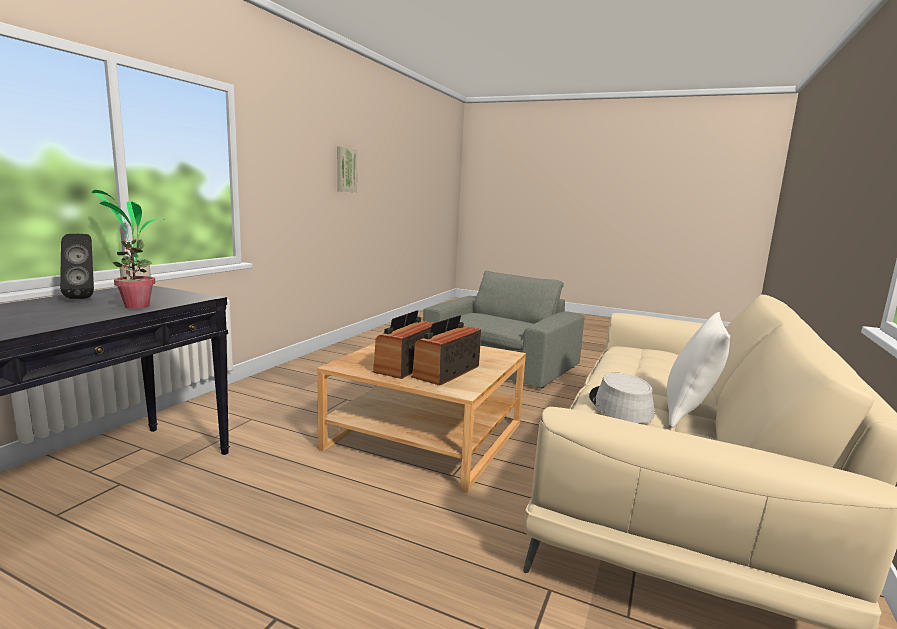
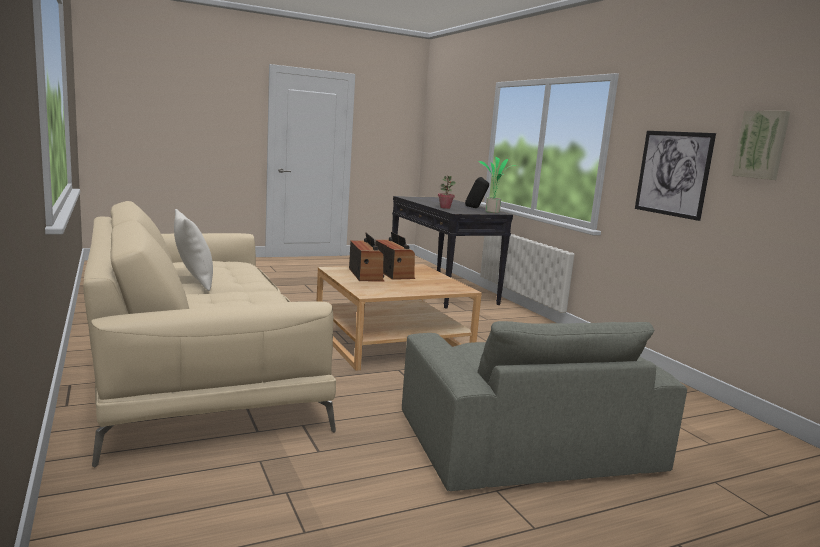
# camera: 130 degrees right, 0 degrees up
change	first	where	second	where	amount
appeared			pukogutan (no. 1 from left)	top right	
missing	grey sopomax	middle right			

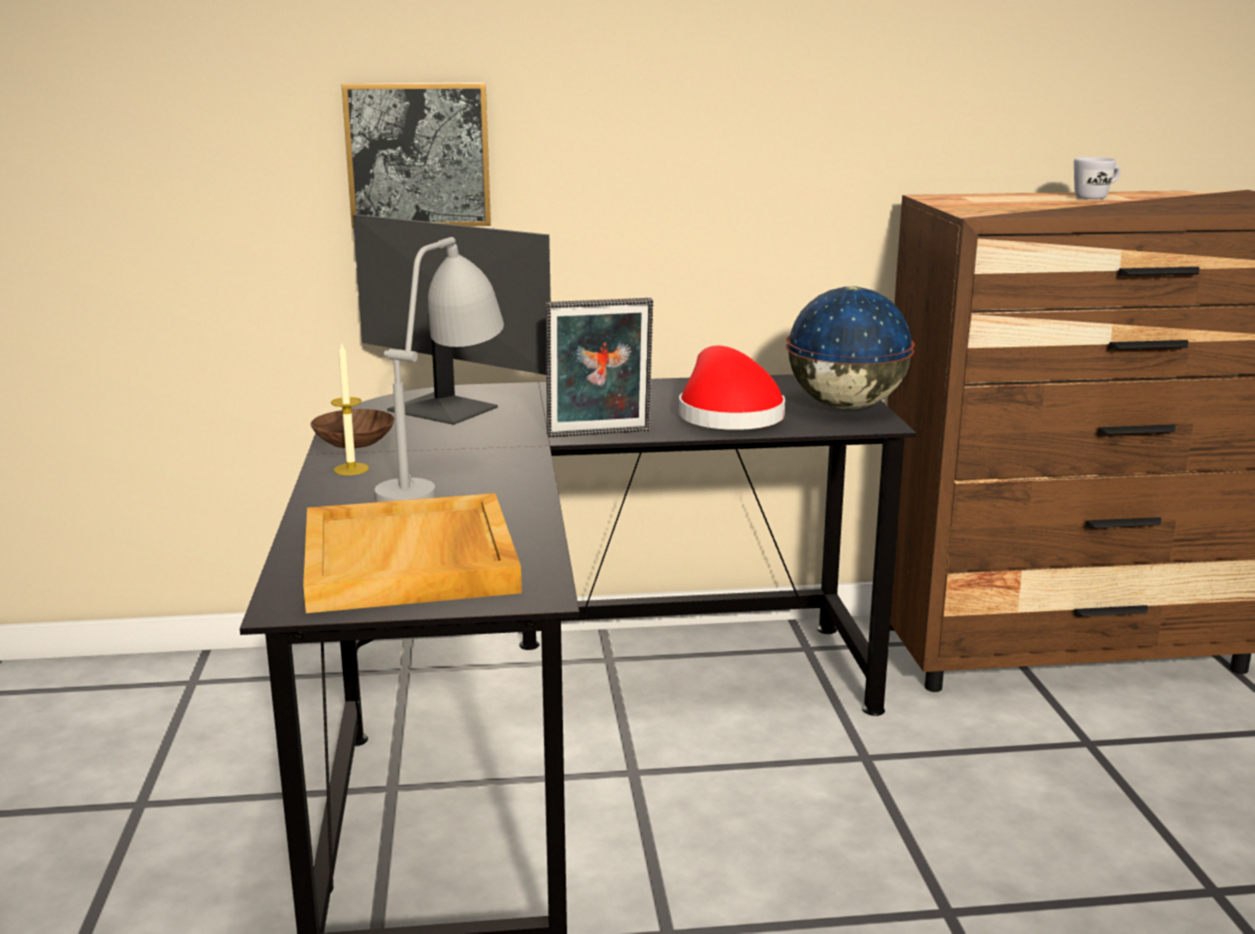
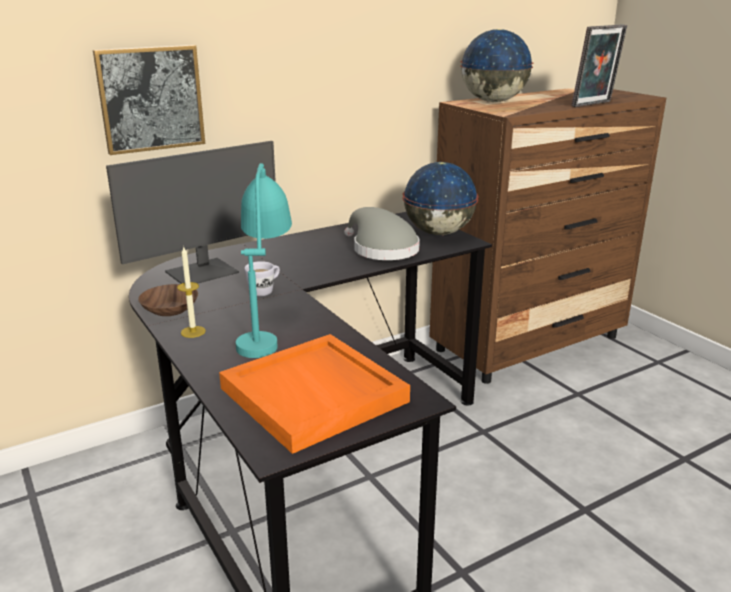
# camera: 25 degrees left, 5 degrees up
change	first	where	second	where	amount
spun	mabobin	centre		middle left	135 degrees clockwise
colour	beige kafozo	middle left	orange kafozo	centre	
colour	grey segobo	centre	turquoise segobo	centre	
relocated	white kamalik	top right		centre	
colour	red sopomax	centre	grey sopomax	centre	
appeared			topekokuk (no. 2 from left)	top right	
relocated	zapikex	centre		top right	

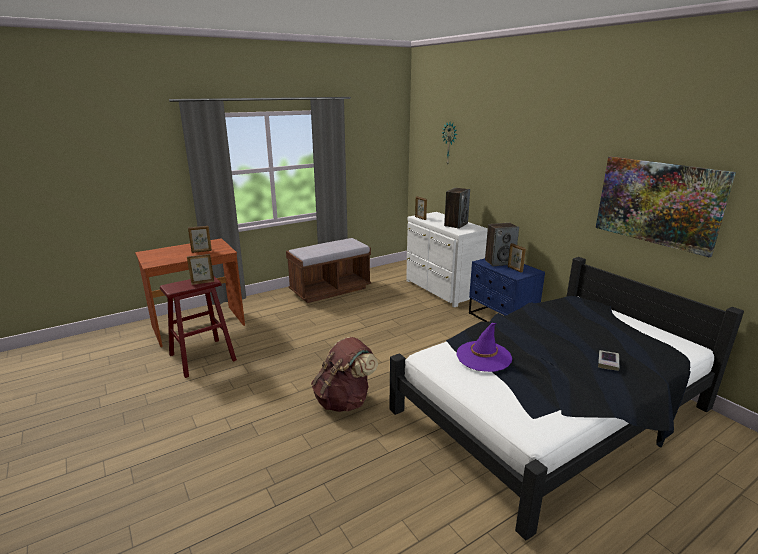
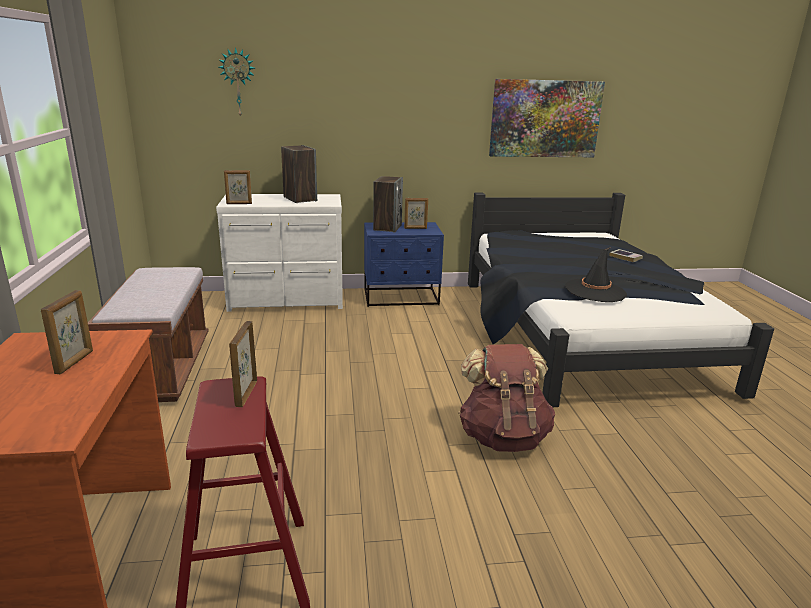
# camera: 65 degrees left, 0 degrees up
change	first	where	second	where	amount
colour	purple sopomax	centre	black sopomax	middle right	

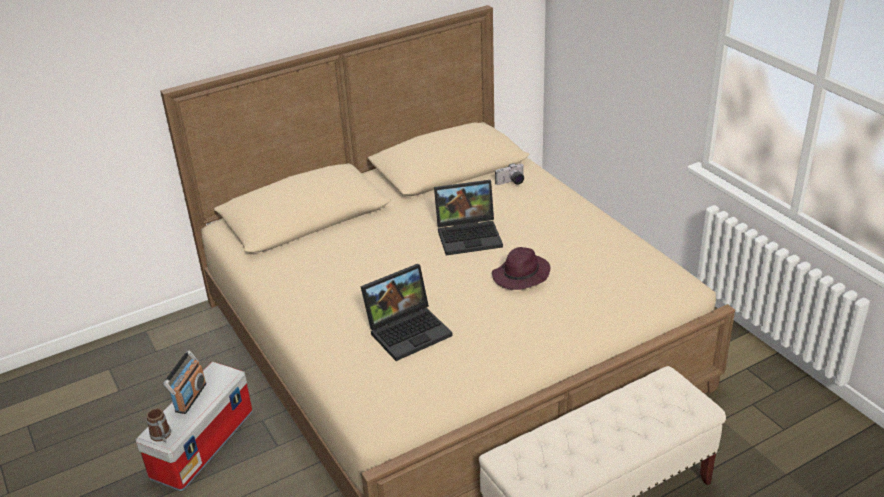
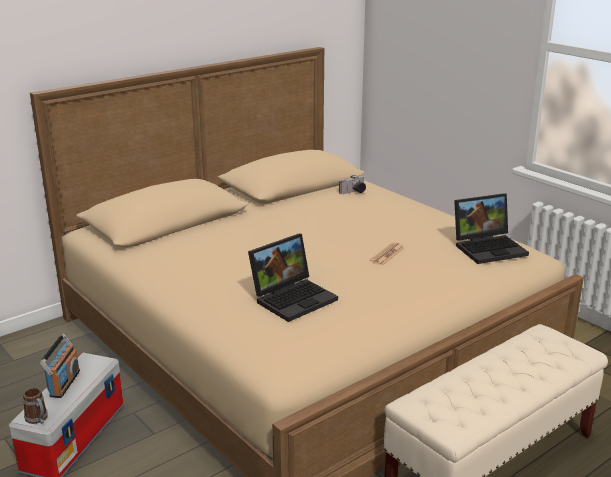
# camera: 10 degrees left, 10 degrees down
change	first	where	second	where	amount
exchanged	purple sopomax	centre	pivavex	centre	
relocated	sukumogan (no. 2 from left)	centre		middle right	

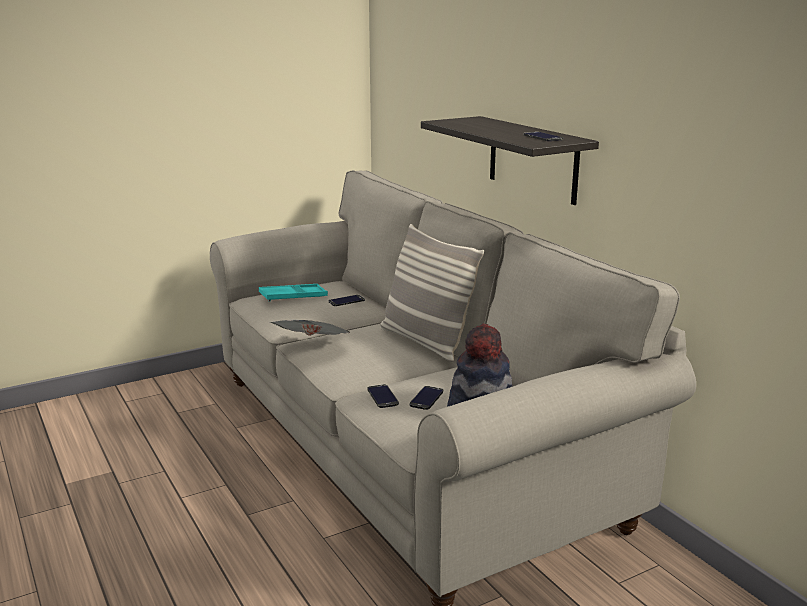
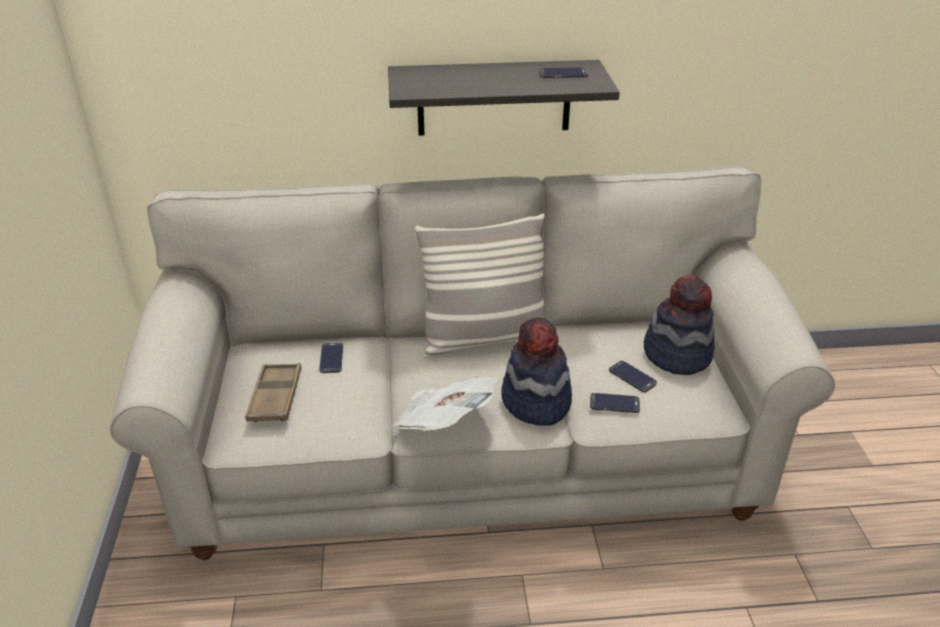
# camera: 65 degrees left, 15 degrees up
change	first	where	second	where	amount
colour	turquoise kafozo	centre	brown kafozo	middle left	
appeared			sopomax (no. 1 from left)	centre	

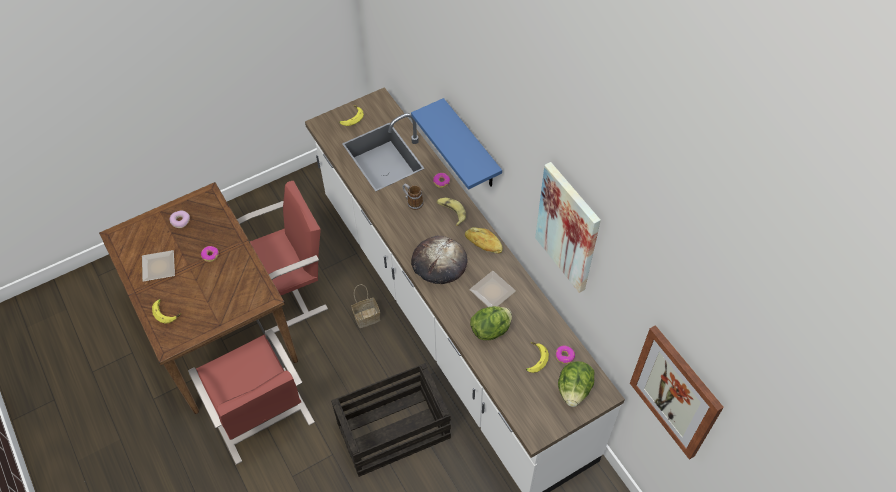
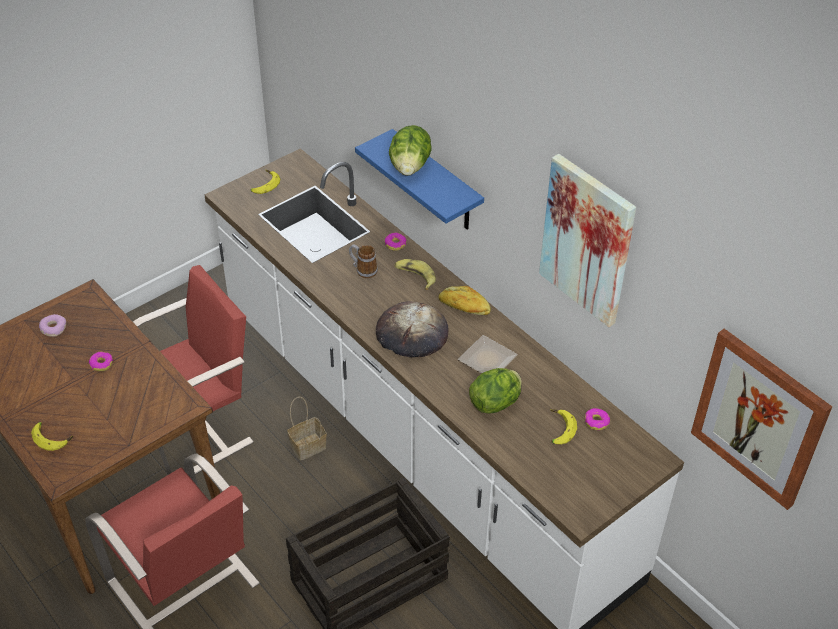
# camera: 10 degrees left, 10 degrees down
change	first	where	second	where	amount
relocated	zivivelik (no. 2 from left in the first image)	bottom centre	zivivelik (no. 1 from left)	top centre	
missing	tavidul (no. 1 from left)	middle left			

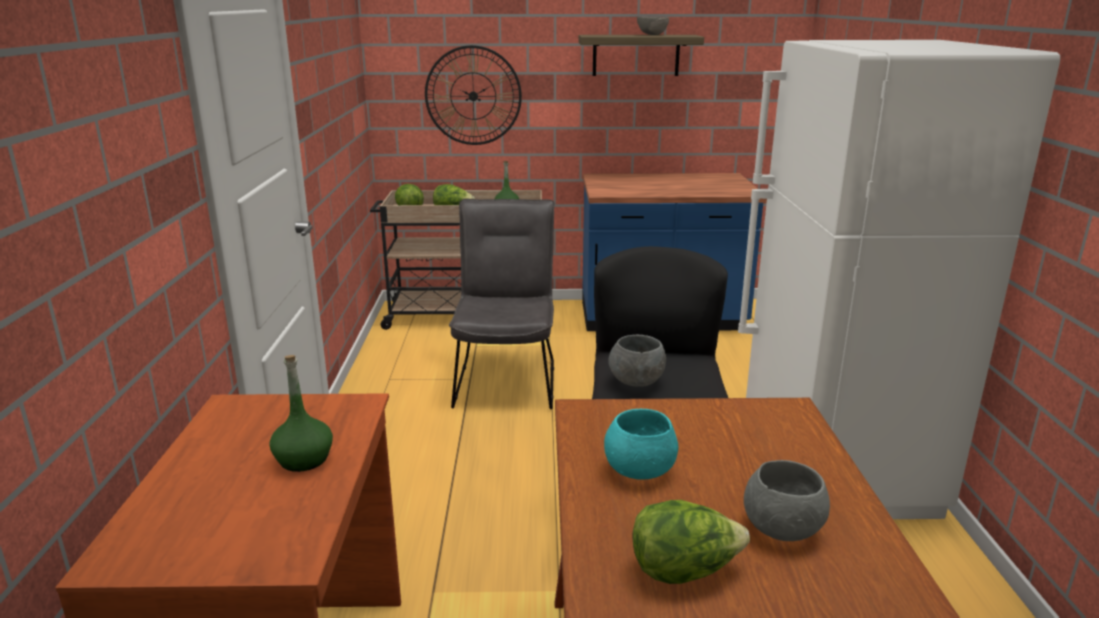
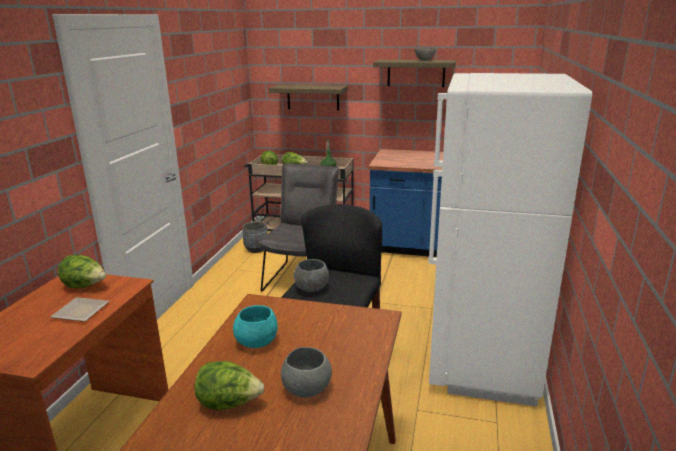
# camera: 15 degrees right, 0 degrees up
change	first	where	second	where	amount
exchanged	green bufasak (no. 1 from left)	bottom left	tavidul	bottom left	
appeared			zivivelik (no. 1 from left)	middle left	
appeared			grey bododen	centre	
exchanged	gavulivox	top centre	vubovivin (no. 1 from left)	top centre	

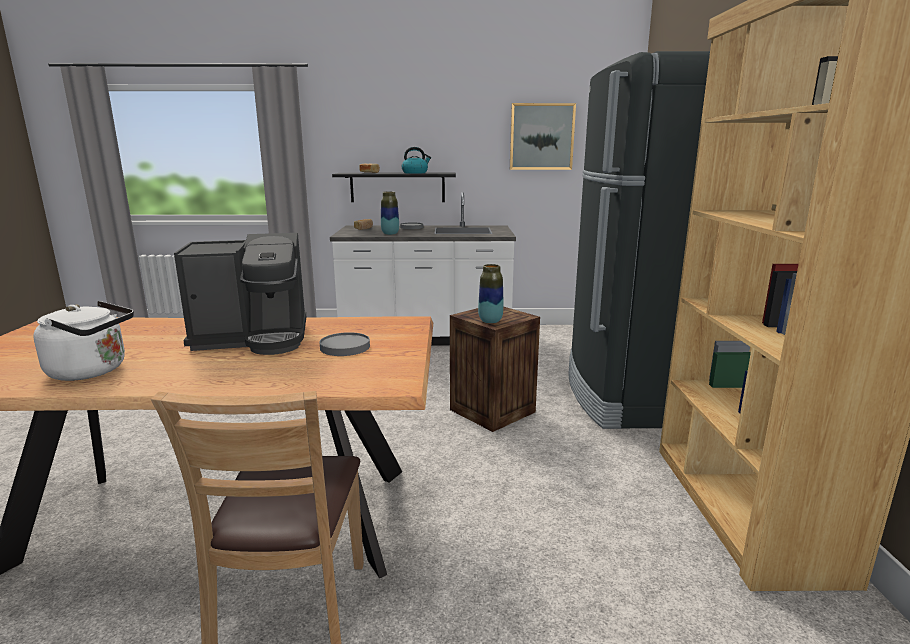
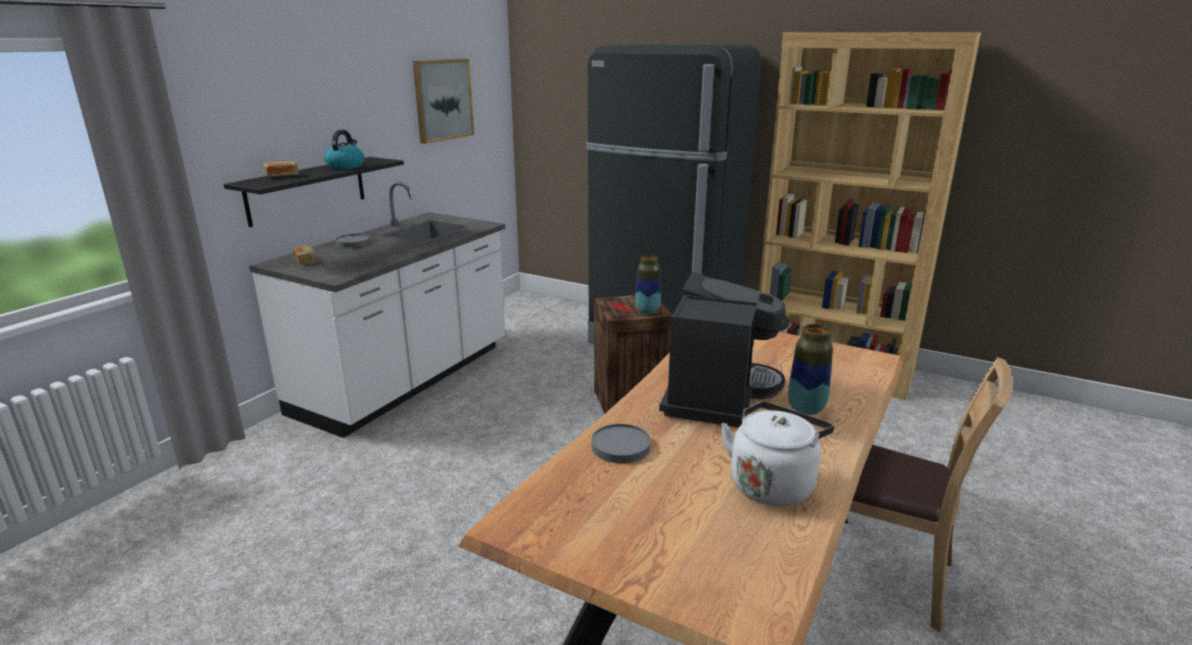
# camera: 60 degrees left, 5 degrees up
change	first	where	second	where	amount
relocated	grey tavidul (no. 1 from left in the first image)	centre	grey tavidul (no. 2 from left)	bottom centre	
relocated	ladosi (no. 1 from left in the first image)	top centre	ladosi (no. 2 from left)	middle right	

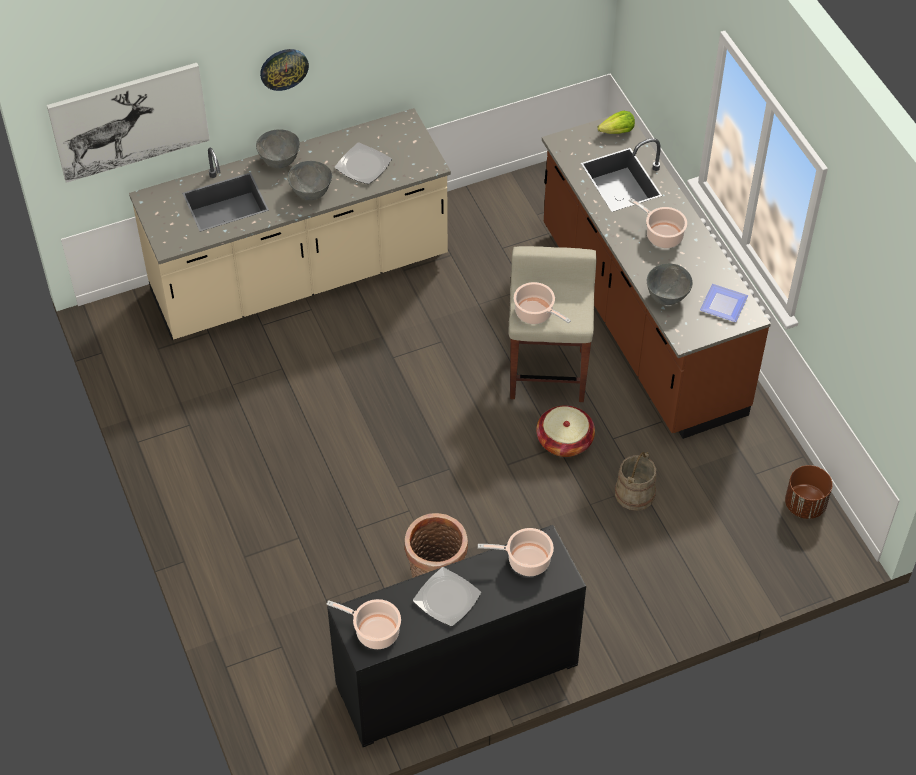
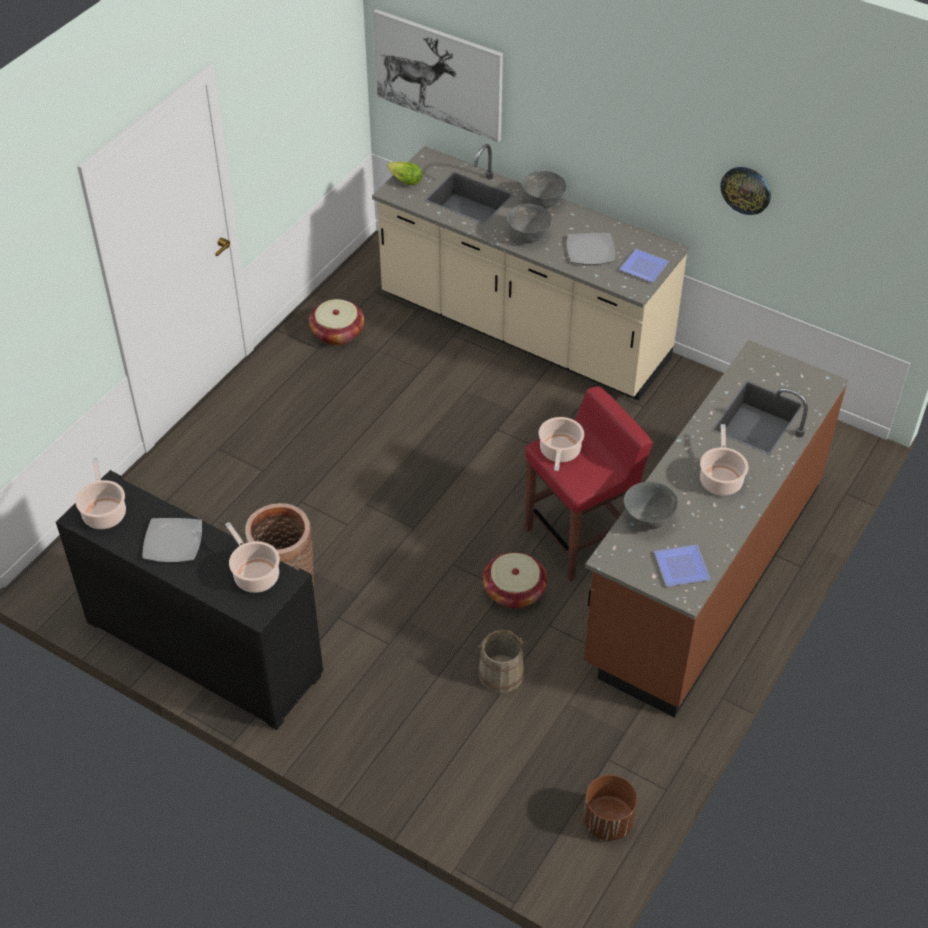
# camera: 55 degrees right, 5 degrees down
change	first	where	second	where	amount
appeared			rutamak (no. 2 from left)	centre	
relocated	zivivelik	top right		top centre	
colour	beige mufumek	centre	red mufumek	centre	
appeared			tavidul (no. 3 from left)	top right	
relocated	gavulivox	top left		top right	

